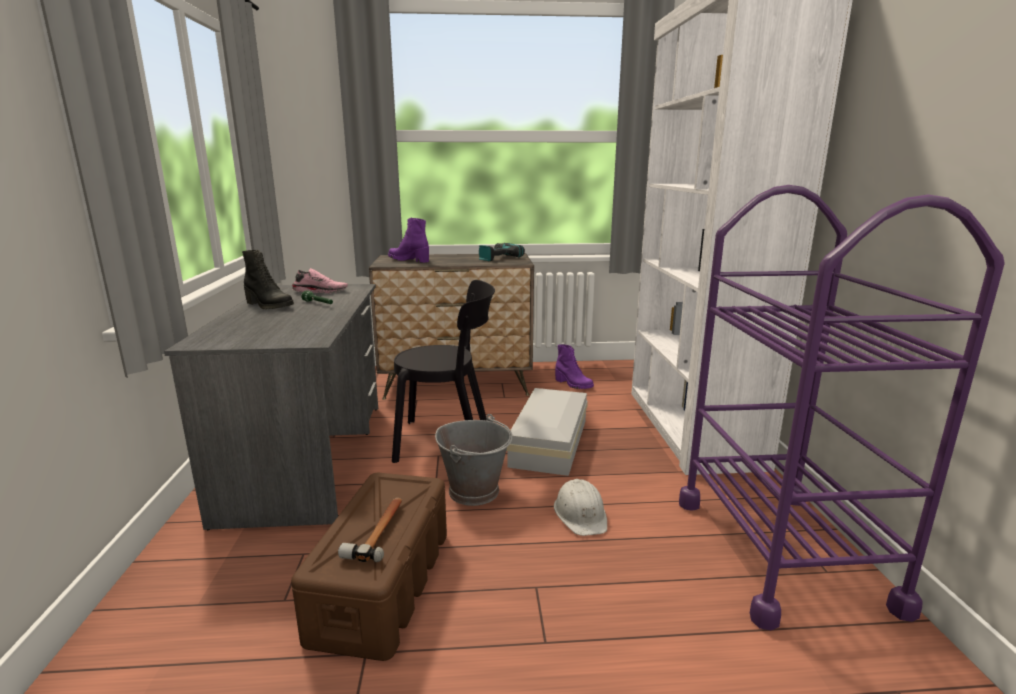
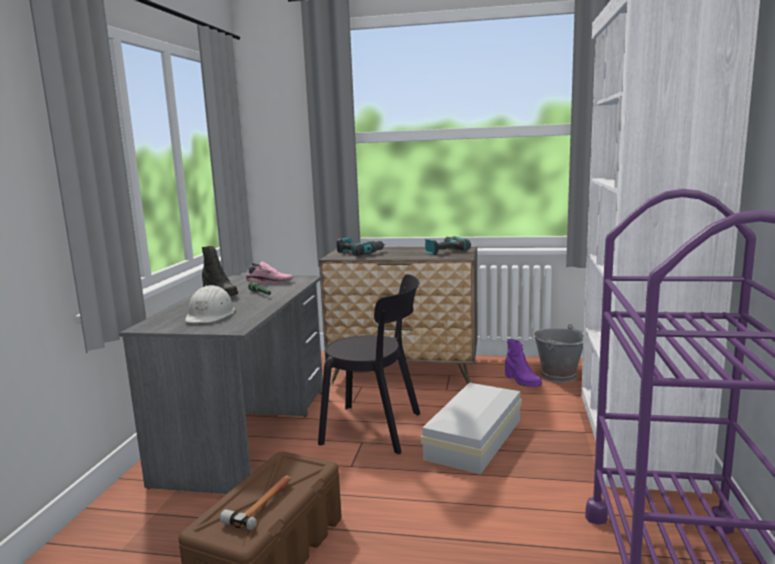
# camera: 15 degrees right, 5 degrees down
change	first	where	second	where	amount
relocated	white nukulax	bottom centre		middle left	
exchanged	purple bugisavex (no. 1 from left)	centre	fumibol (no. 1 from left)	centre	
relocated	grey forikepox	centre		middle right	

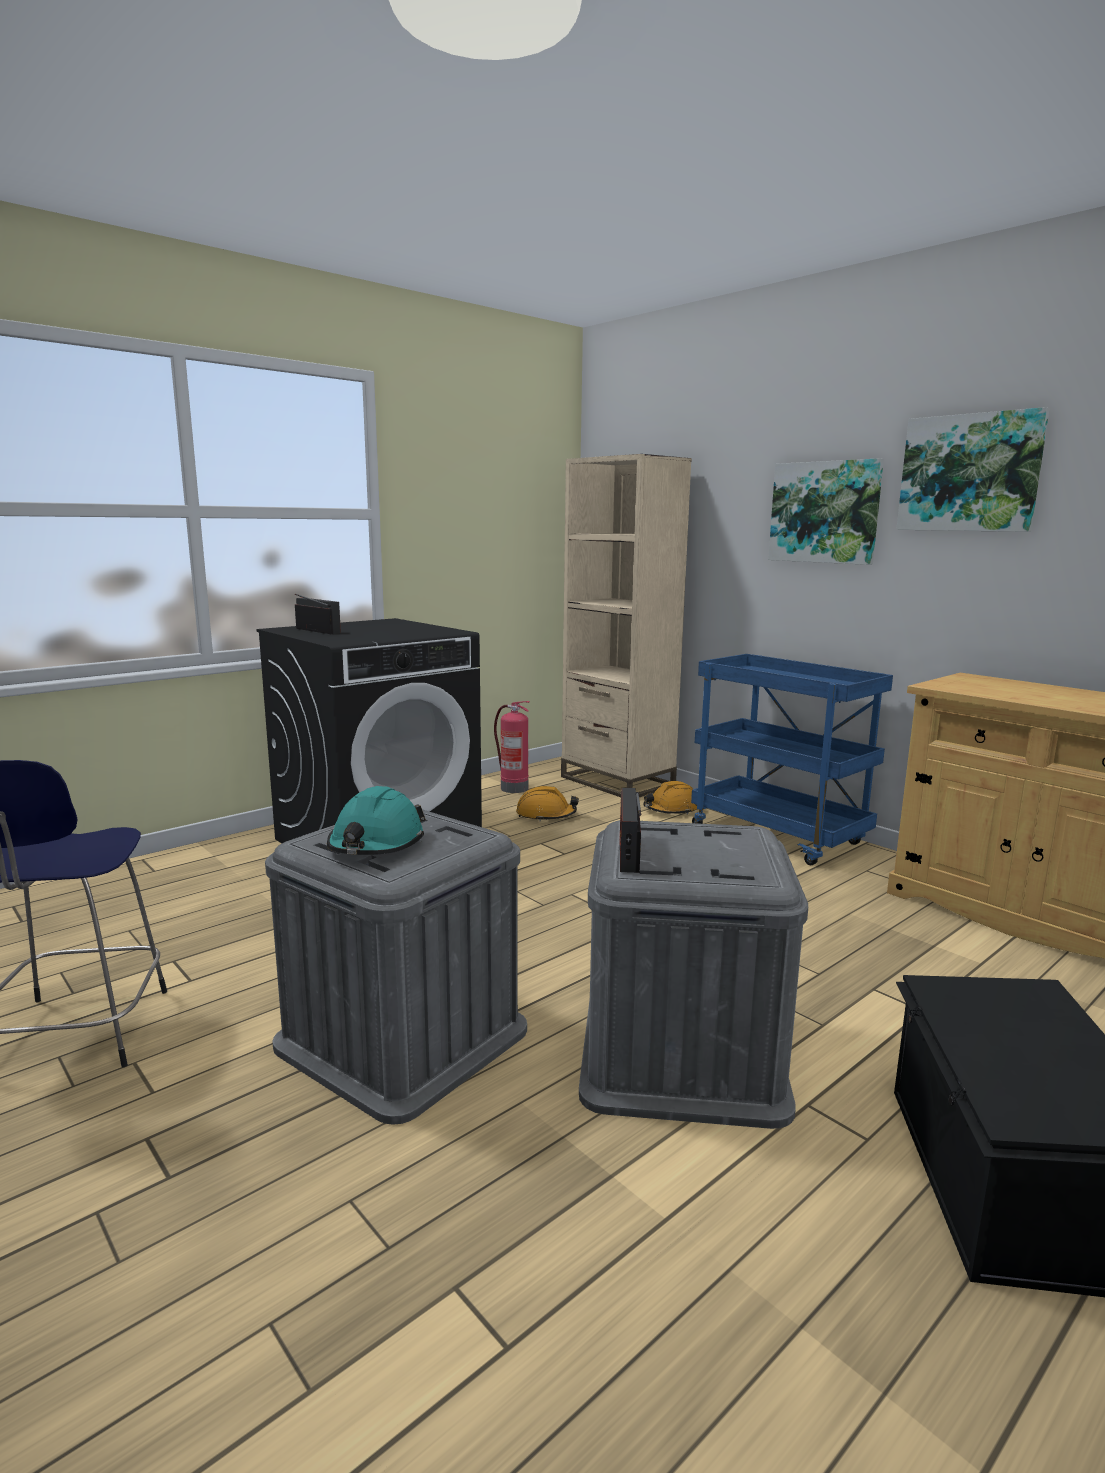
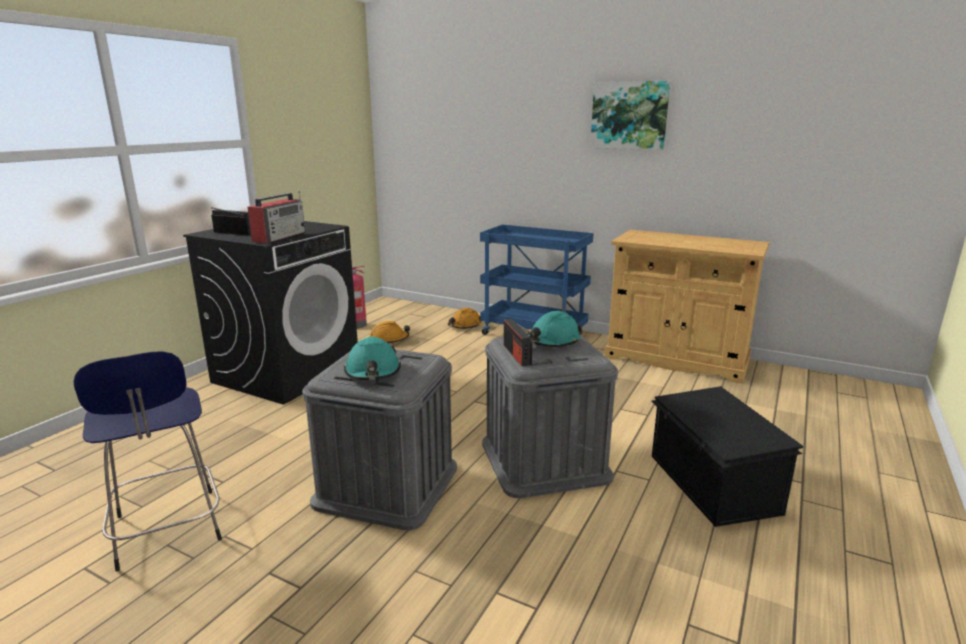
# camera: 20 degrees left, 5 degrees up
change	first	where	second	where	amount
appeared			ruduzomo (no. 2 from left)	middle left	
appeared			turquoise nukulax (no. 2 from left)	centre	
missing	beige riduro	centre			
missing	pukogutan (no. 1 from left)	middle right			

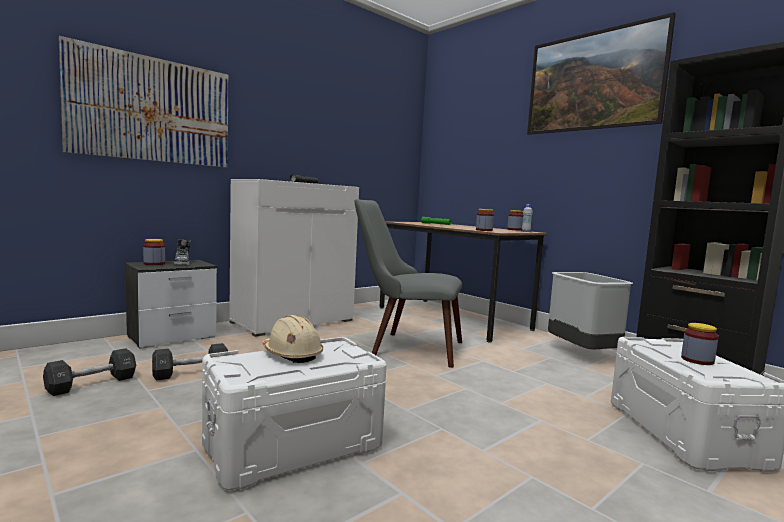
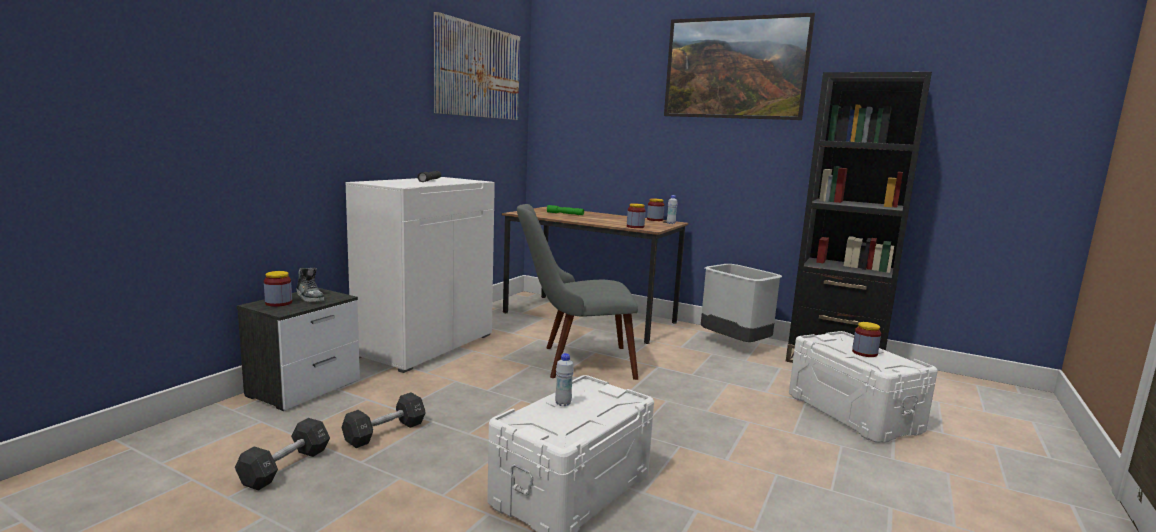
# camera: 20 degrees left, 5 degrees up
change	first	where	second	where	amount
relocated	pukogutan (no. 1 from left)	top left		top centre	
exchanged	beige nukulax	centre	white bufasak (no. 1 from left)	bottom centre	

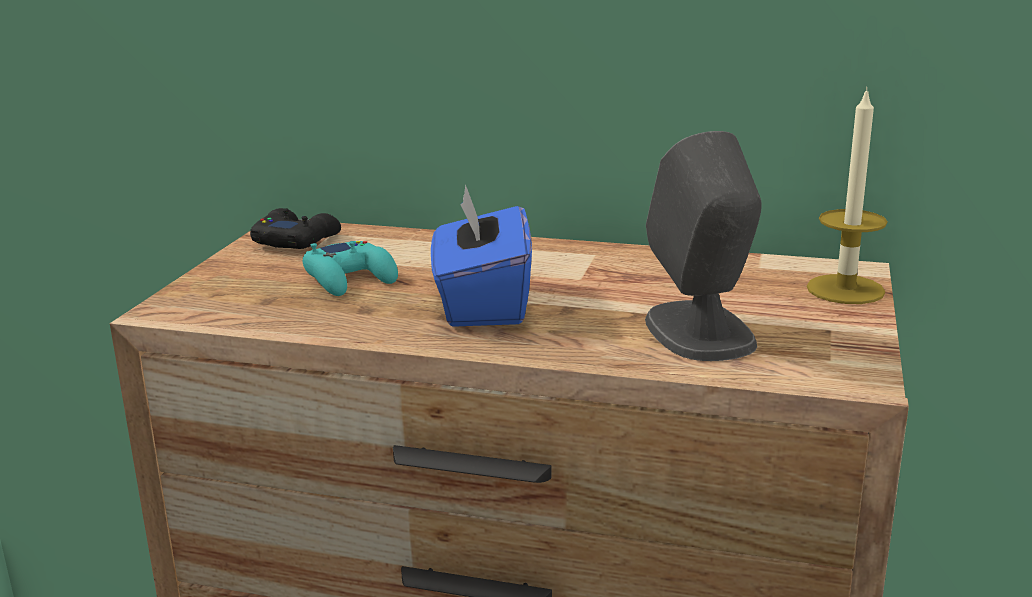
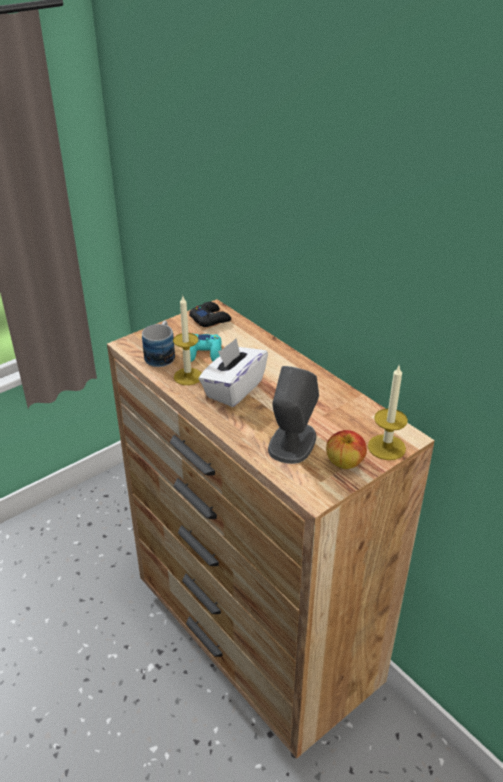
# camera: 35 degrees right, 15 degrees up
change	first	where	second	where	amount
appeared			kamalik	middle left	
appeared			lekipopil (no. 1 from left)	centre	
colour	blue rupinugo	centre	white rupinugo	centre	
appeared			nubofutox	middle right	

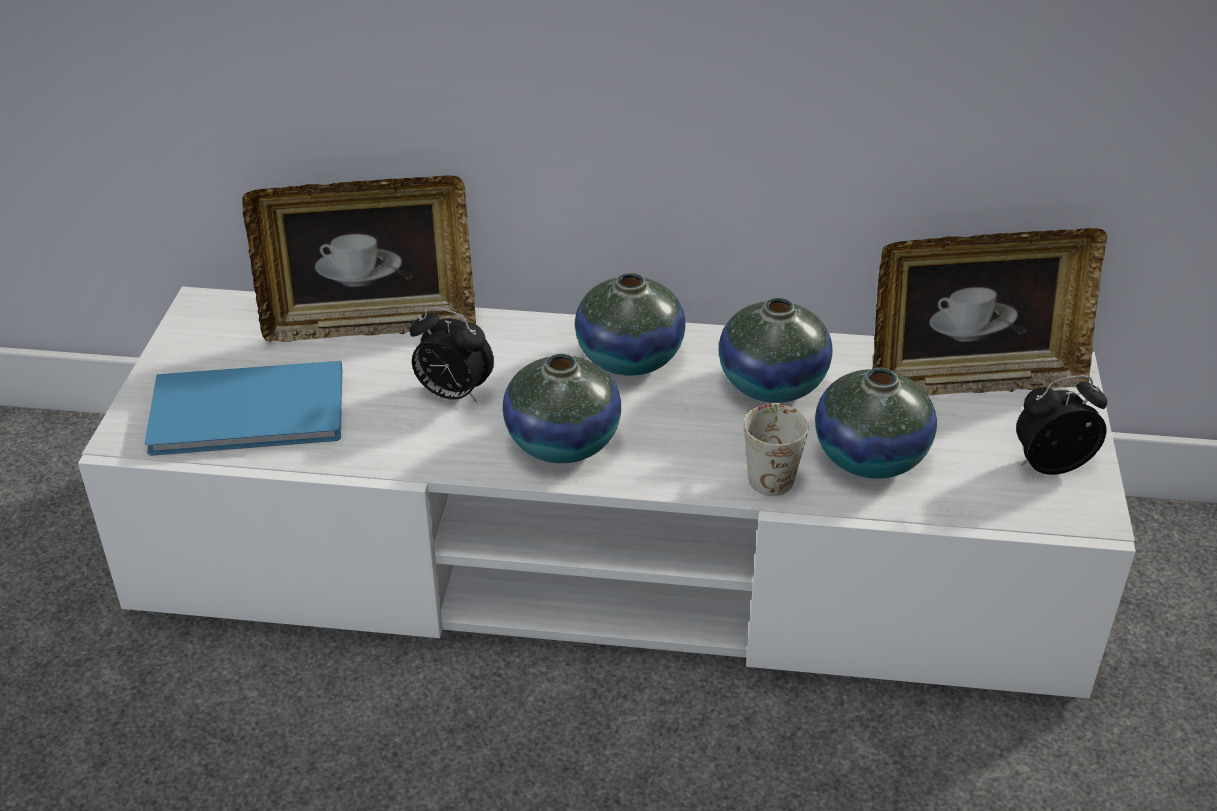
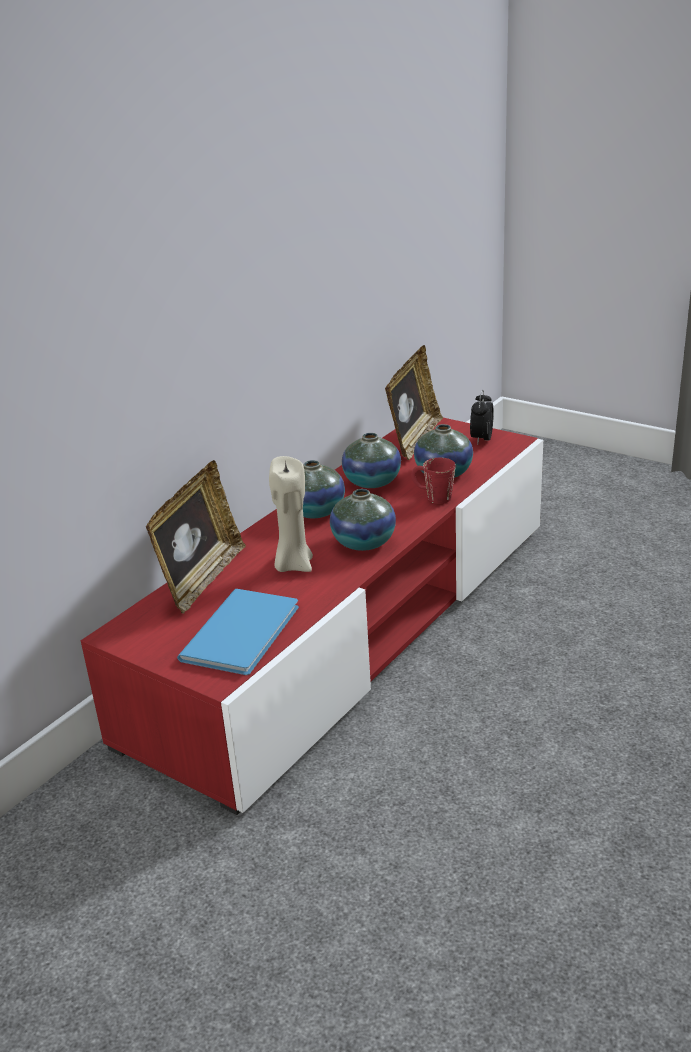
# camera: 60 degrees left, 10 degrees down
change	first	where	second	where	amount
colour	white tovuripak	centre	red tovuripak	centre	
exchanged	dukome (no. 1 from left)	centre	beige lekipopil	centre	
colour	white kamalik	centre	red kamalik	centre	

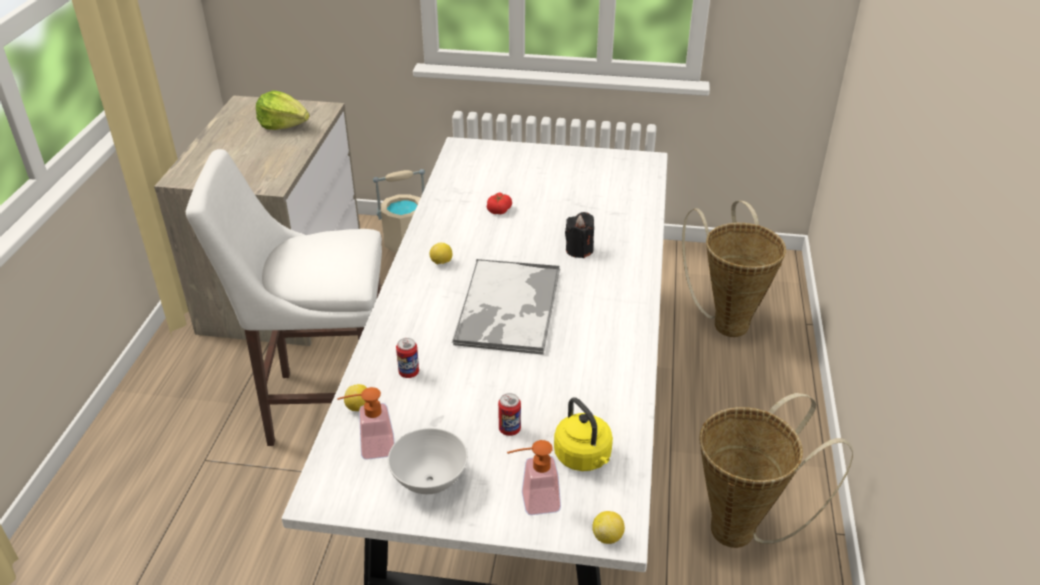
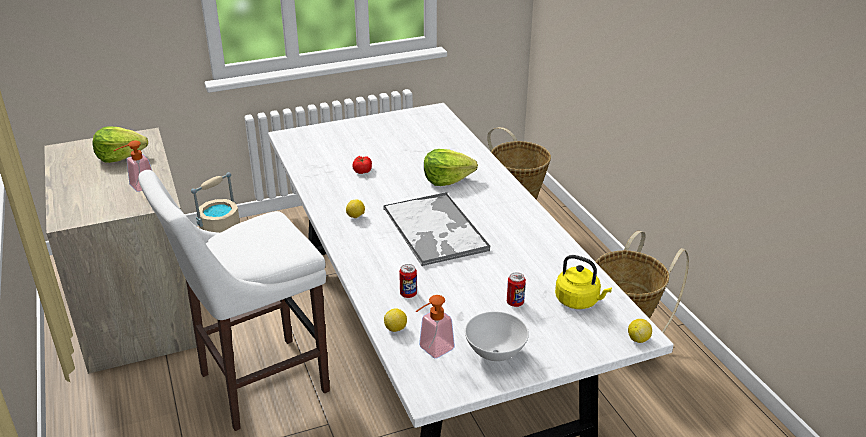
# camera: 30 degrees left, 5 degrees down
change	first	where	second	where	amount
relocated	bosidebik (no. 2 from left in the first image)	bottom centre	bosidebik (no. 1 from left)	middle left	
exchanged	black lekipopil	centre	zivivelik (no. 2 from left)	centre	

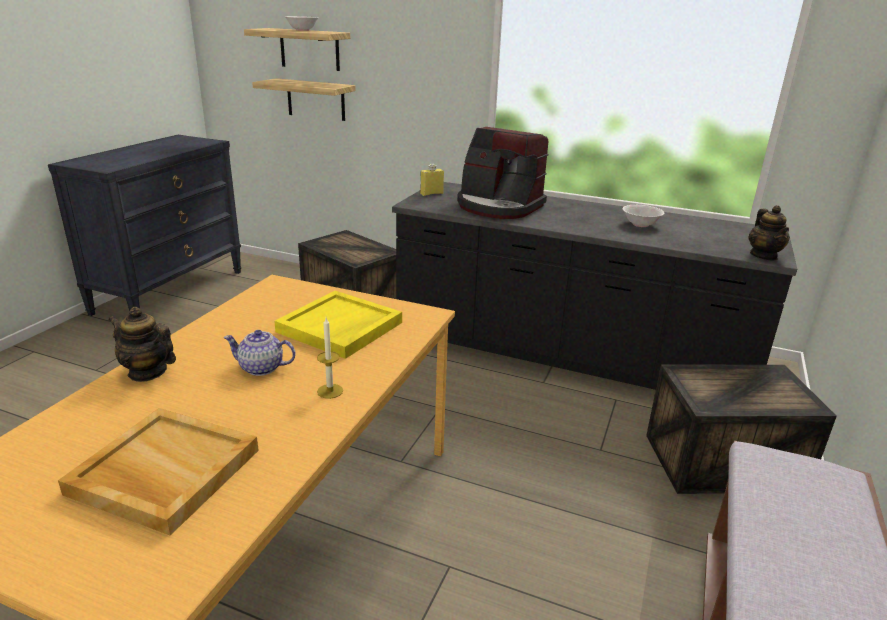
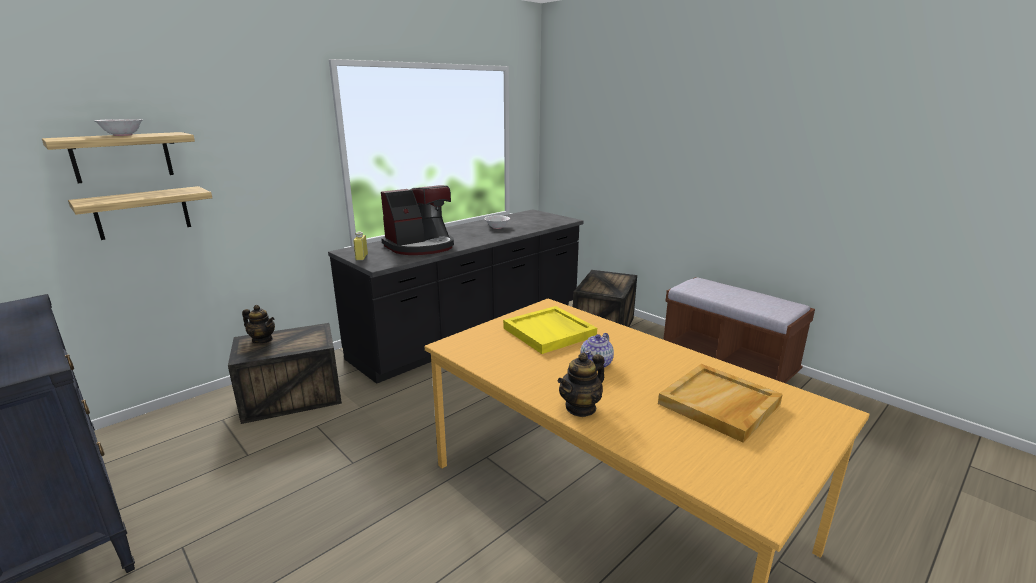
# camera: 65 degrees left, 5 degrees down
change	first	where	second	where	amount
relocated	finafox (no. 3 from left in the first image)	middle right	finafox (no. 1 from left)	middle left	
missing	lekipopil	centre			

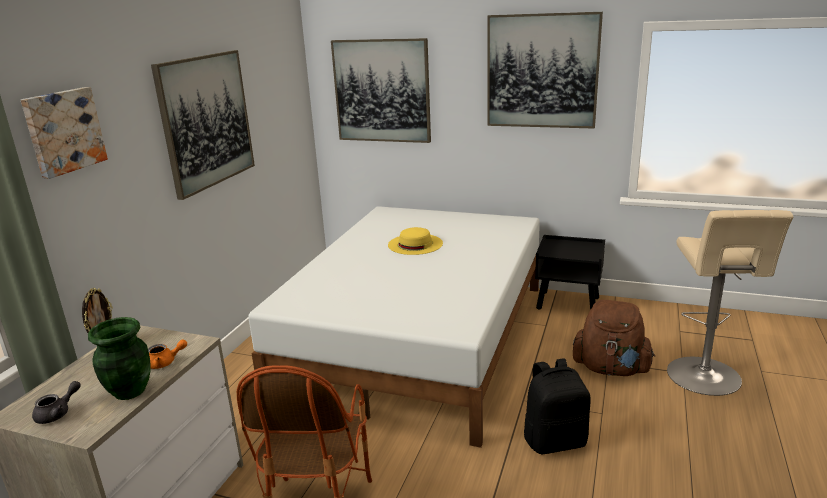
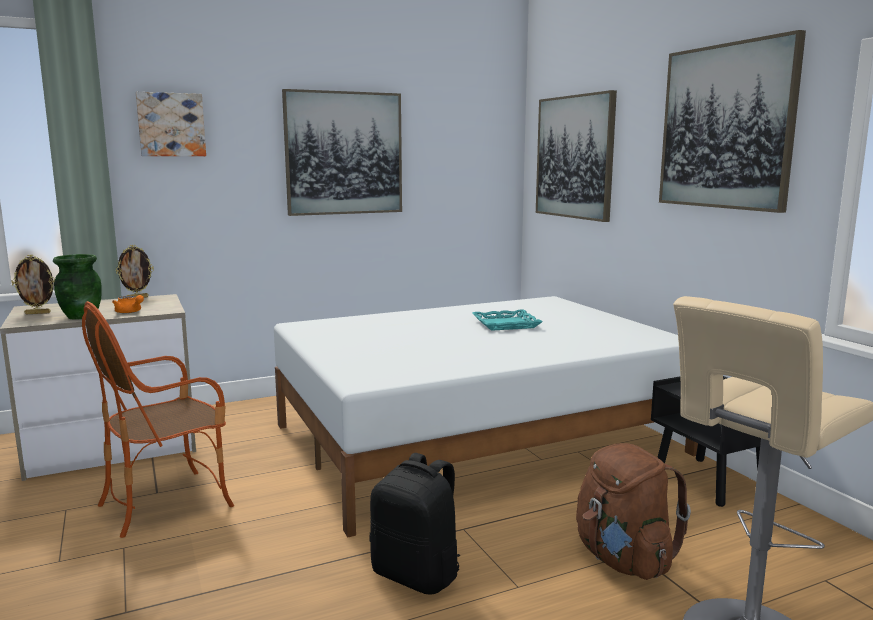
# camera: 45 degrees right, 10 degrees down
change	first	where	second	where	amount
exchanged	grey finafox	bottom left	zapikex (no. 1 from left)	middle left	
exchanged	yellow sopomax	centre	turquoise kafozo	centre	

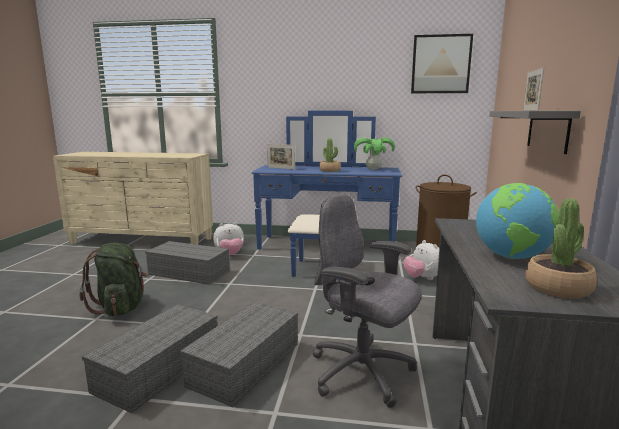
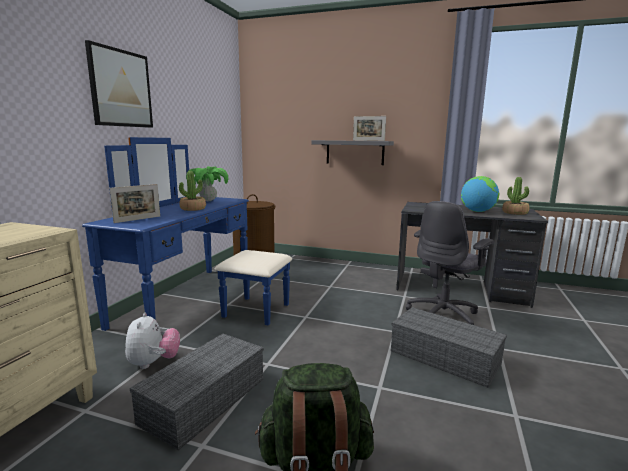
# camera: 80 degrees left, 0 degrees up
change	first	where	second	where	amount
relocated	pukogutan	top right		top left	
missing	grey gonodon (no. 1 from left)	bottom left			
missing	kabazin (no. 2 from left)	middle right			

